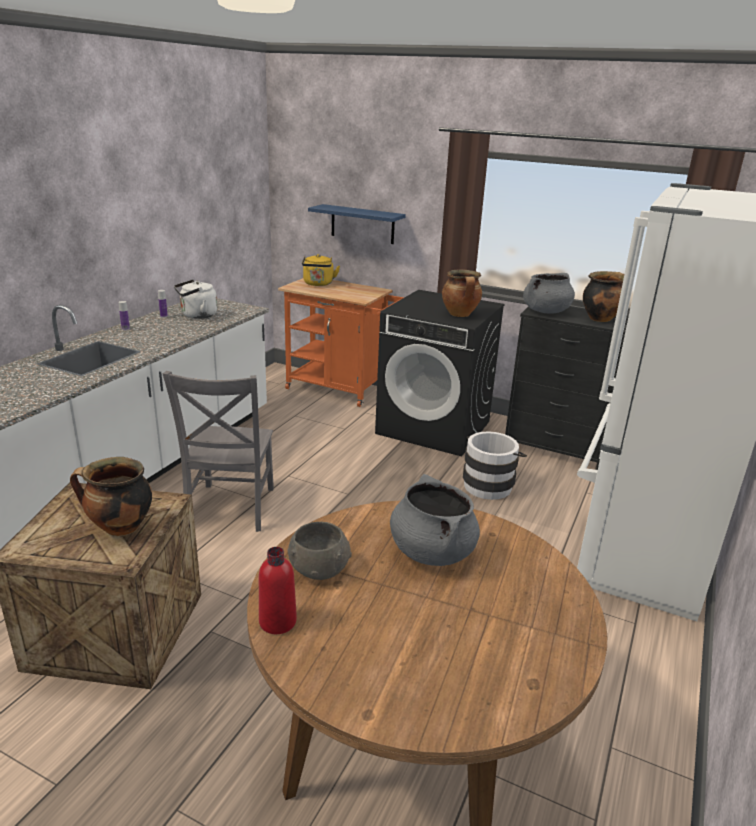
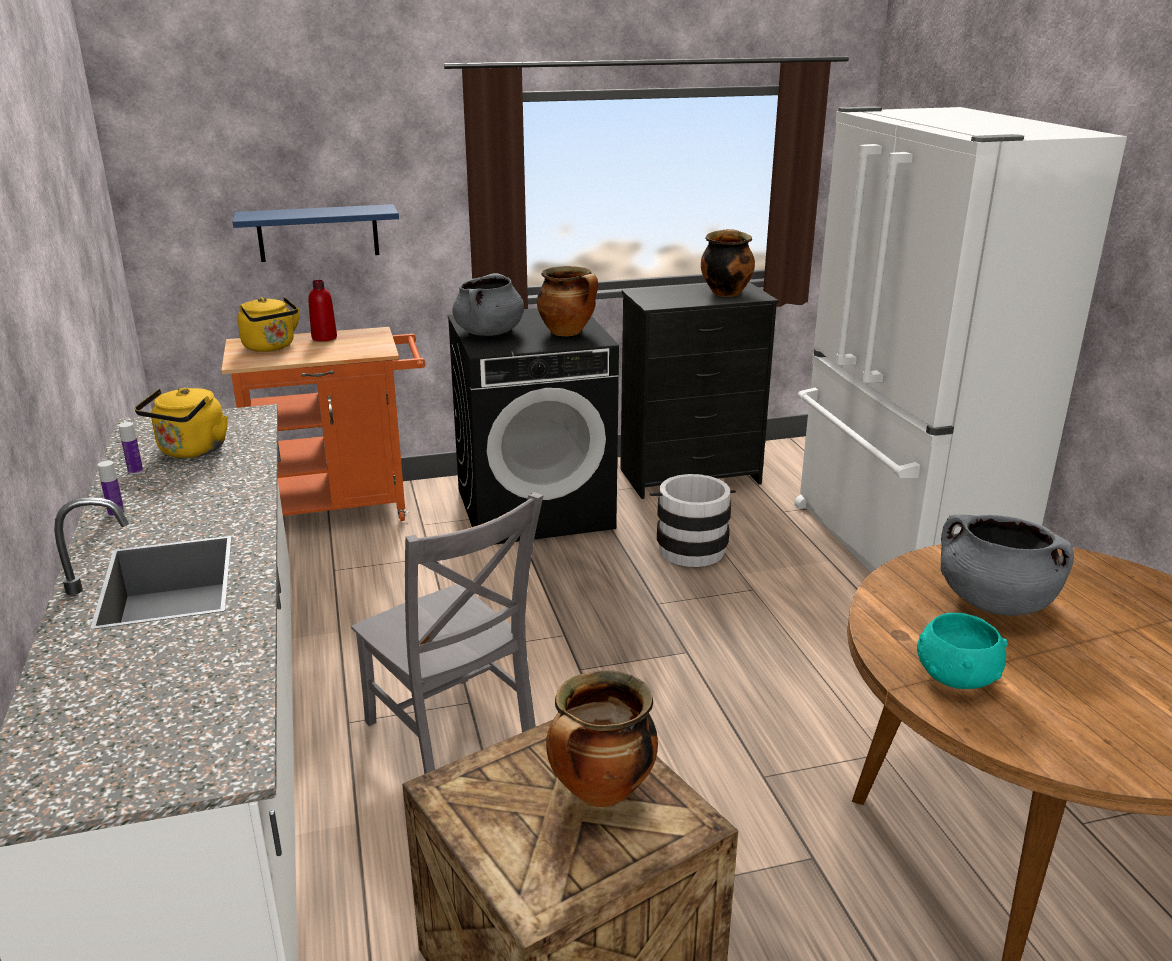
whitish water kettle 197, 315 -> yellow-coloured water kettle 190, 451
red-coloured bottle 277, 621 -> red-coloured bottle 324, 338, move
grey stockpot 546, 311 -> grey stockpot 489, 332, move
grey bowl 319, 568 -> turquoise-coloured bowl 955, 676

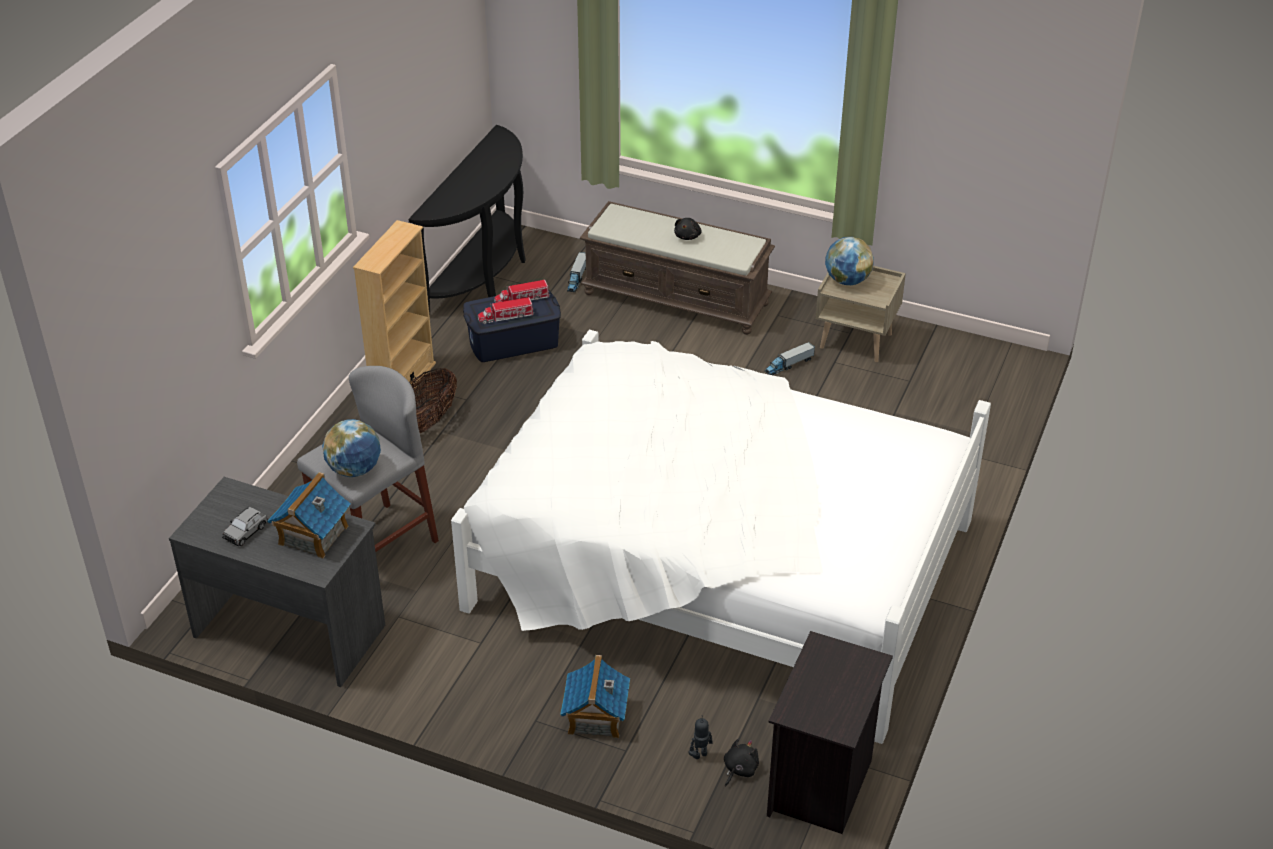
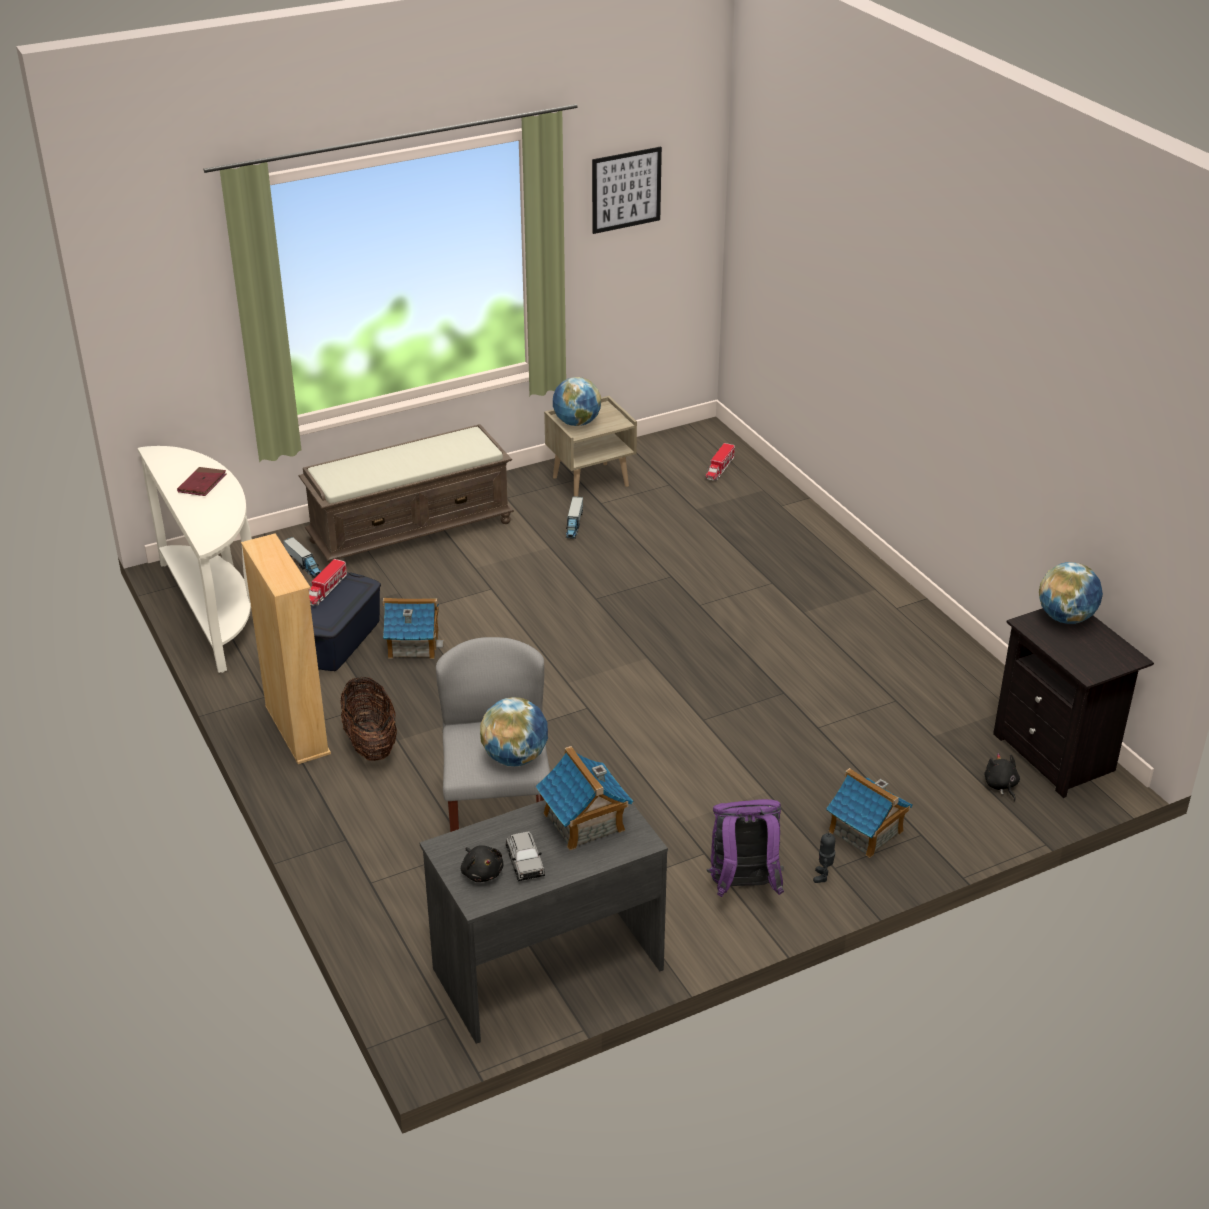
black narrow table 484, 275 -> whitish narrow table 216, 609
none -> red-coloured volume 202, 484
none -> miniature house 413, 644
black plush toy 688, 236 -> black plush toy 482, 872, move
none -> picture 626, 190
toy lorry 506, 317 -> toy lorry 719, 468, move
none -> purplish rucksack 743, 887
toy robot 700, 754 -> toy robot 823, 876, move
none -> globe 1066, 618
whitish bedroom bed 718, 565 -> none

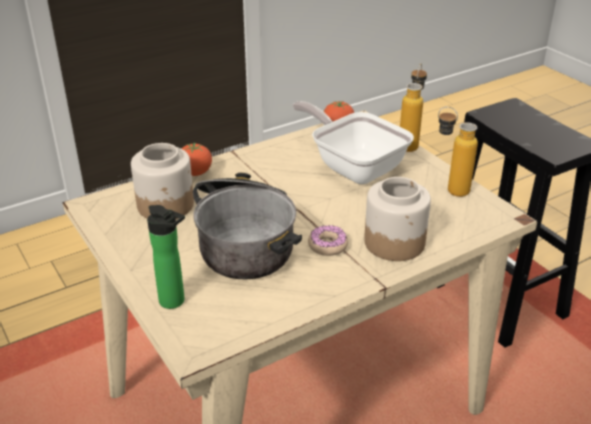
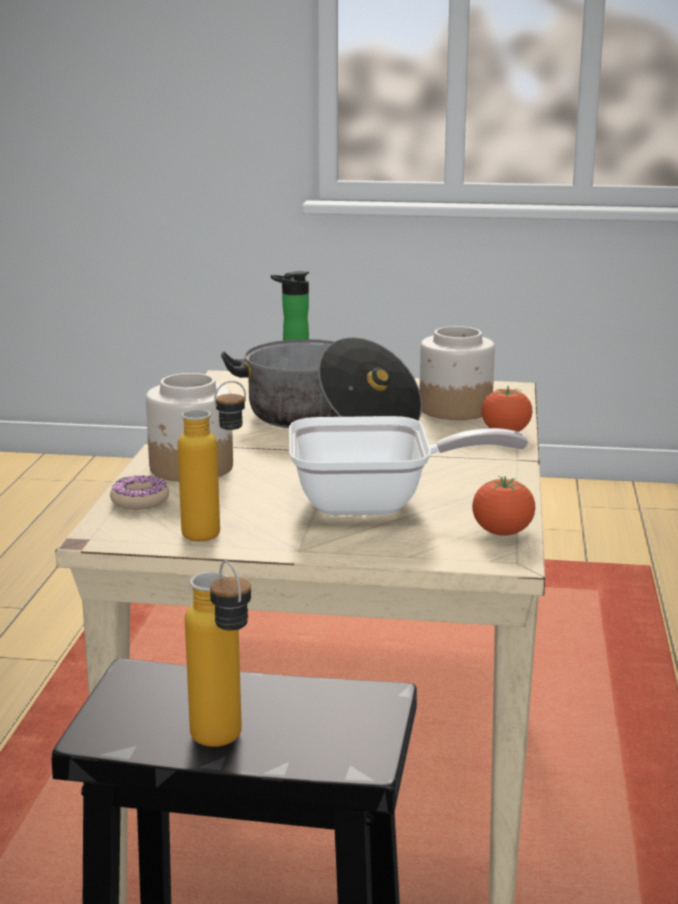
ring doughnut 327, 245 -> ring doughnut 140, 501, move
bottle 410, 143 -> bottle 225, 745, move

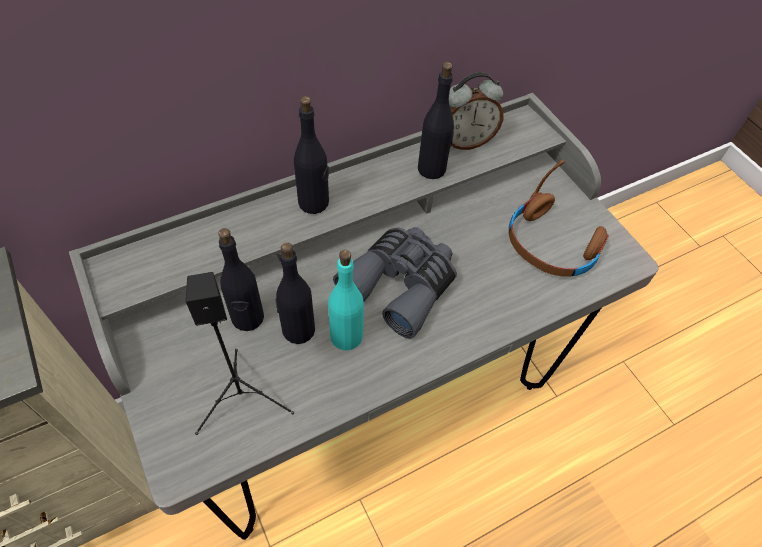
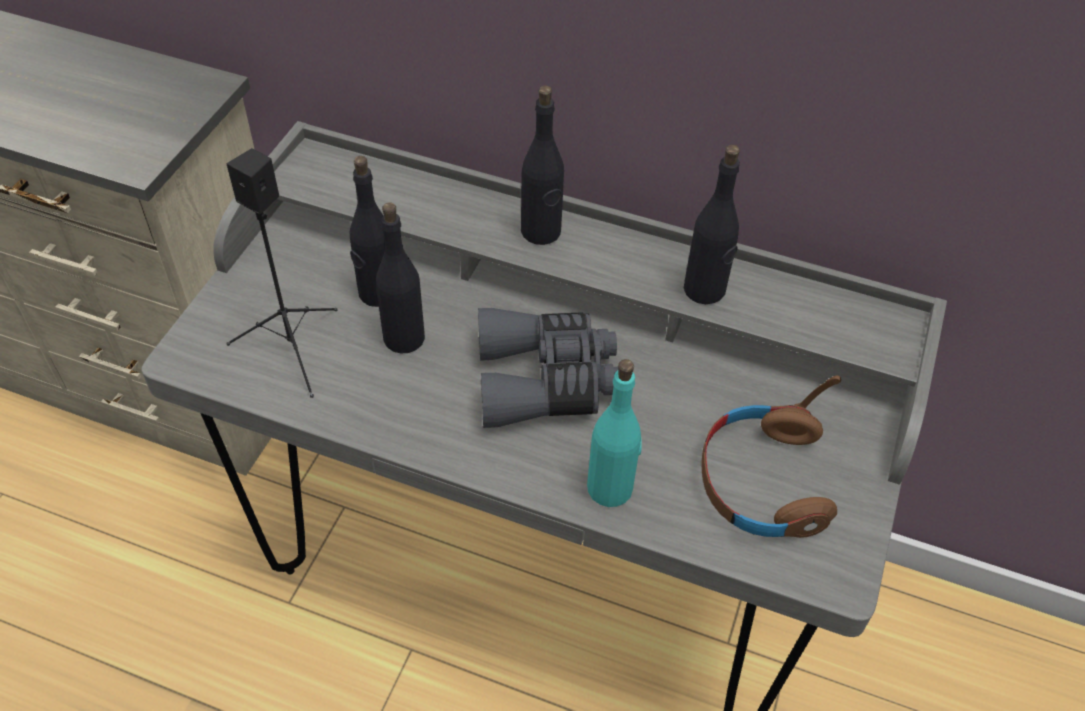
turquoise-coloured bottle 346, 336 -> turquoise-coloured bottle 610, 488, move
bedside clock 465, 141 -> none

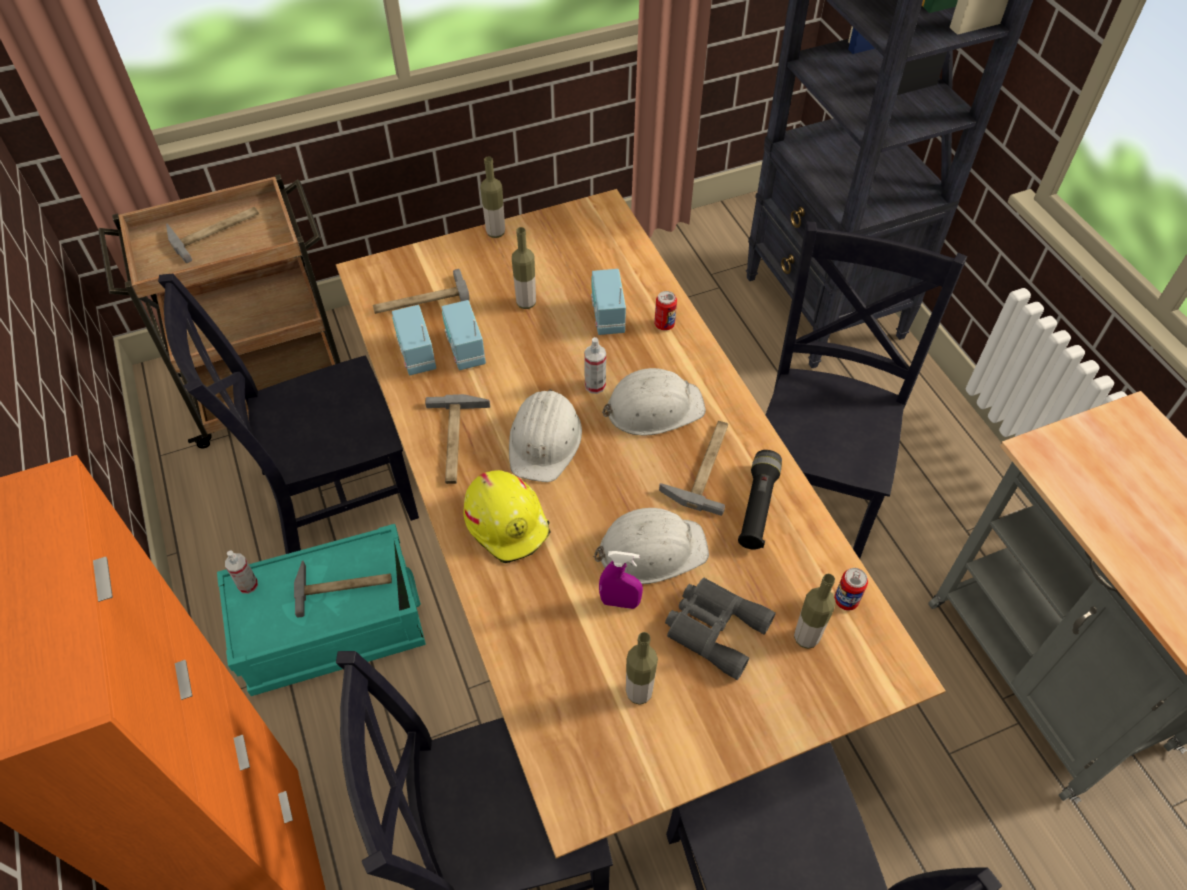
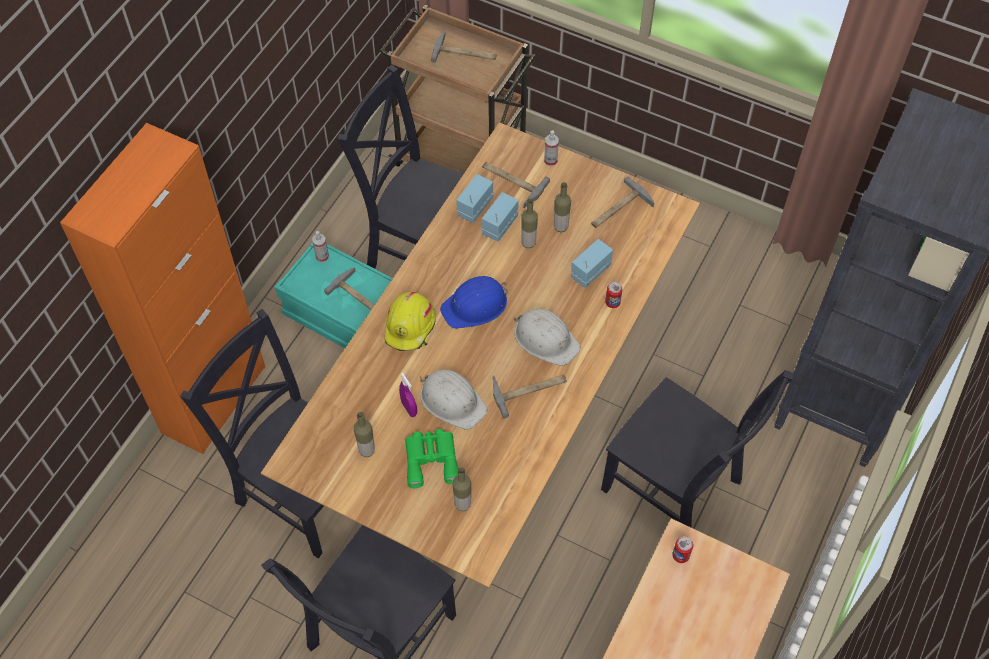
grey pair of binoculars 713, 627 -> greenish pair of binoculars 431, 459
whitish hard hat 545, 440 -> blue hard hat 475, 305
bottle 495, 233 -> bottle 528, 243, move
sprayer 595, 385 -> sprayer 550, 160, move
hammer 456, 441 -> hammer 618, 209, move
black upright chair 814, 485 -> black upright chair 676, 489, 60 degrees clockwise
sealed can 846, 600 -> sealed can 680, 555, move
black hand torch 757, 507 -> none

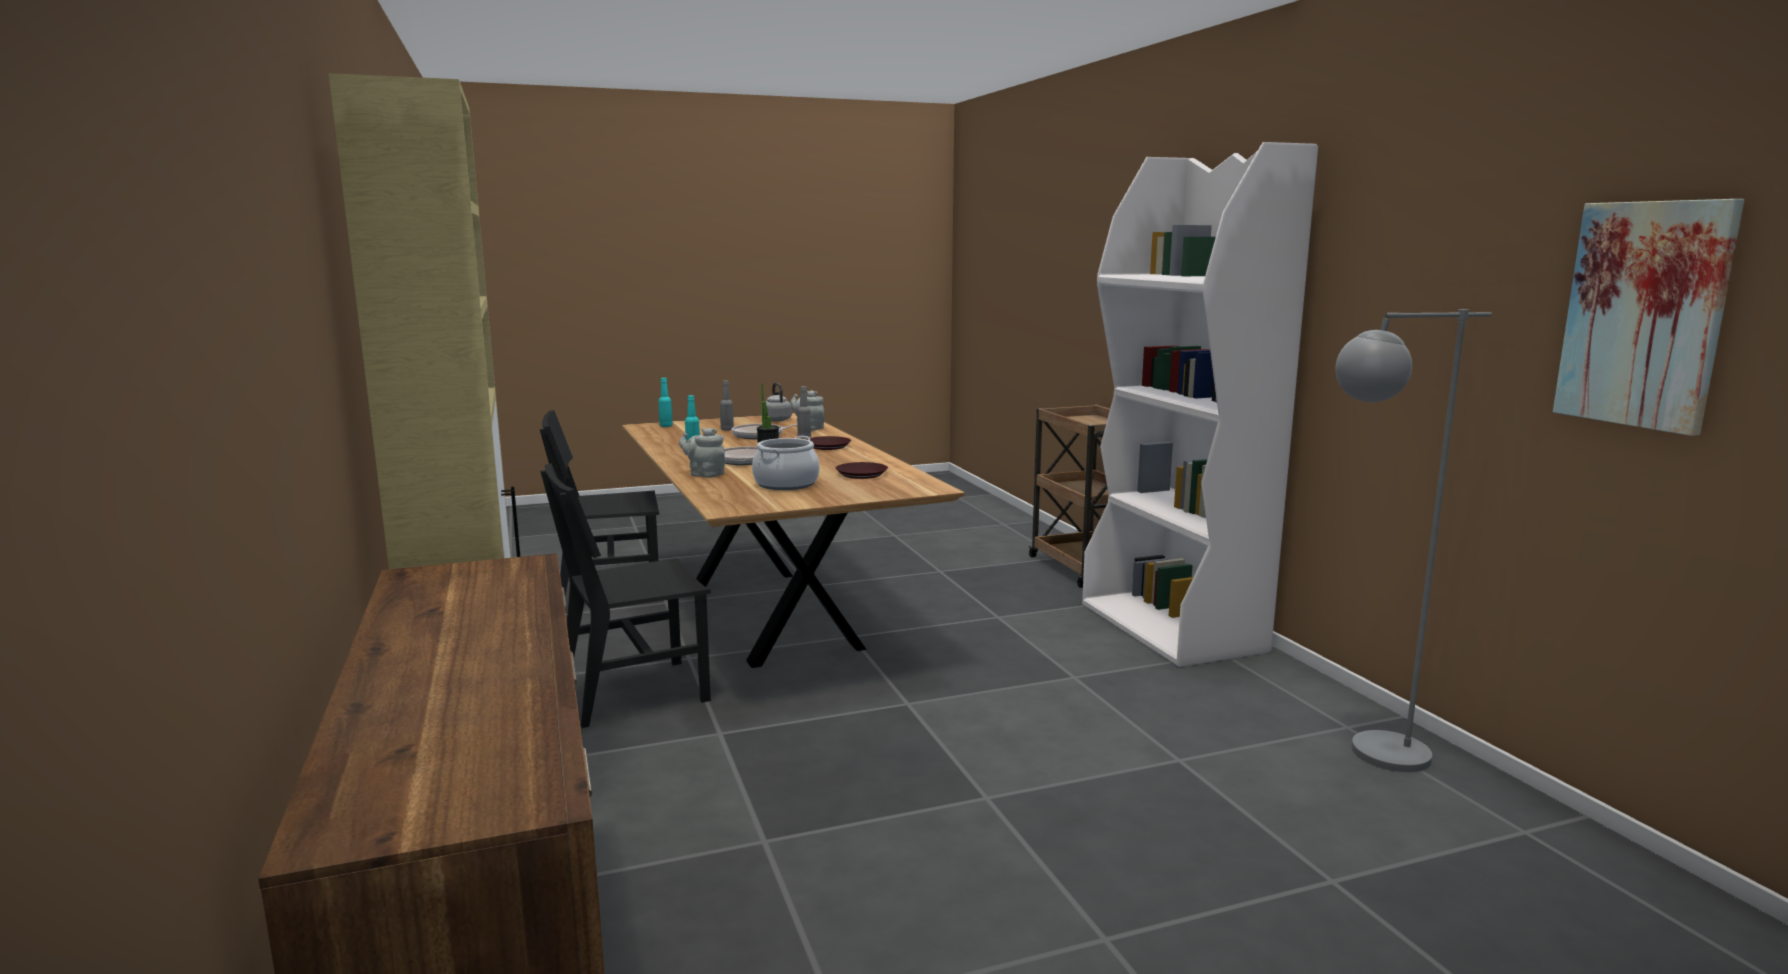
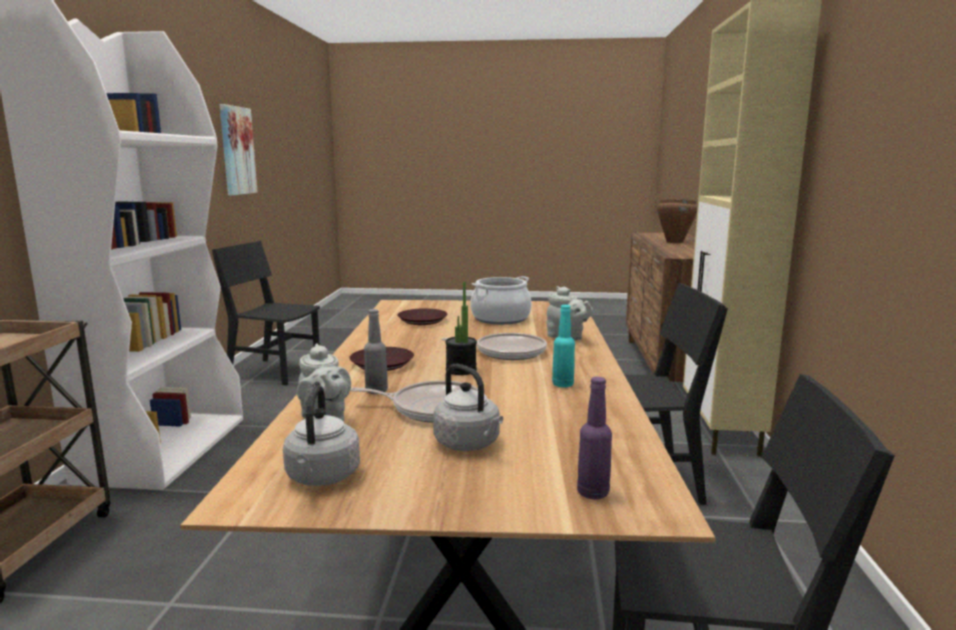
grey standard lamp 1366, 755 -> black upright chair 274, 372
grey bottle 727, 429 -> grey water kettle 469, 444
turquoise-coloured bottle 666, 426 -> purplish bottle 593, 493
none -> brown stockpot 674, 242

